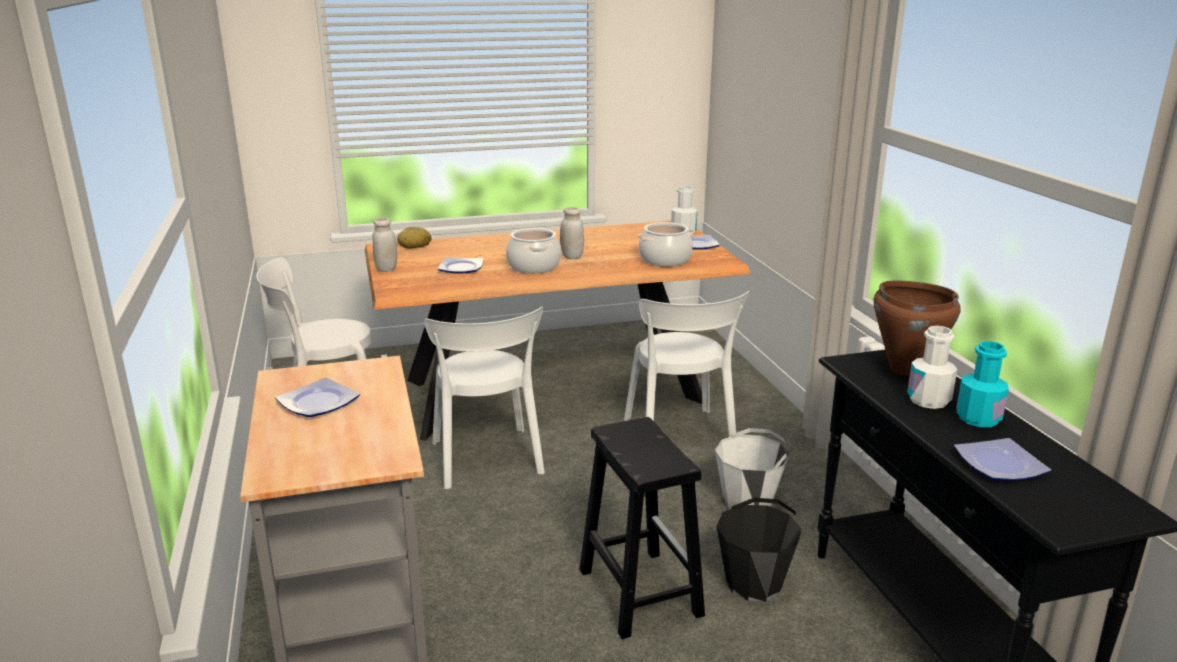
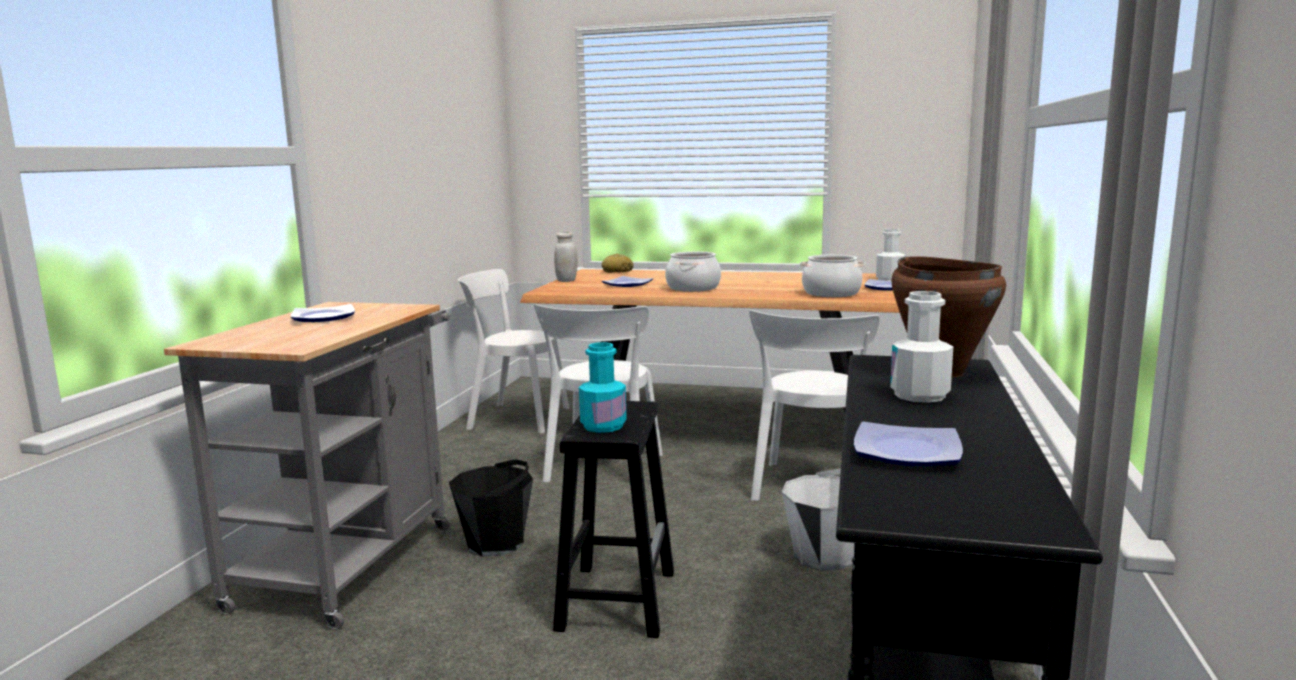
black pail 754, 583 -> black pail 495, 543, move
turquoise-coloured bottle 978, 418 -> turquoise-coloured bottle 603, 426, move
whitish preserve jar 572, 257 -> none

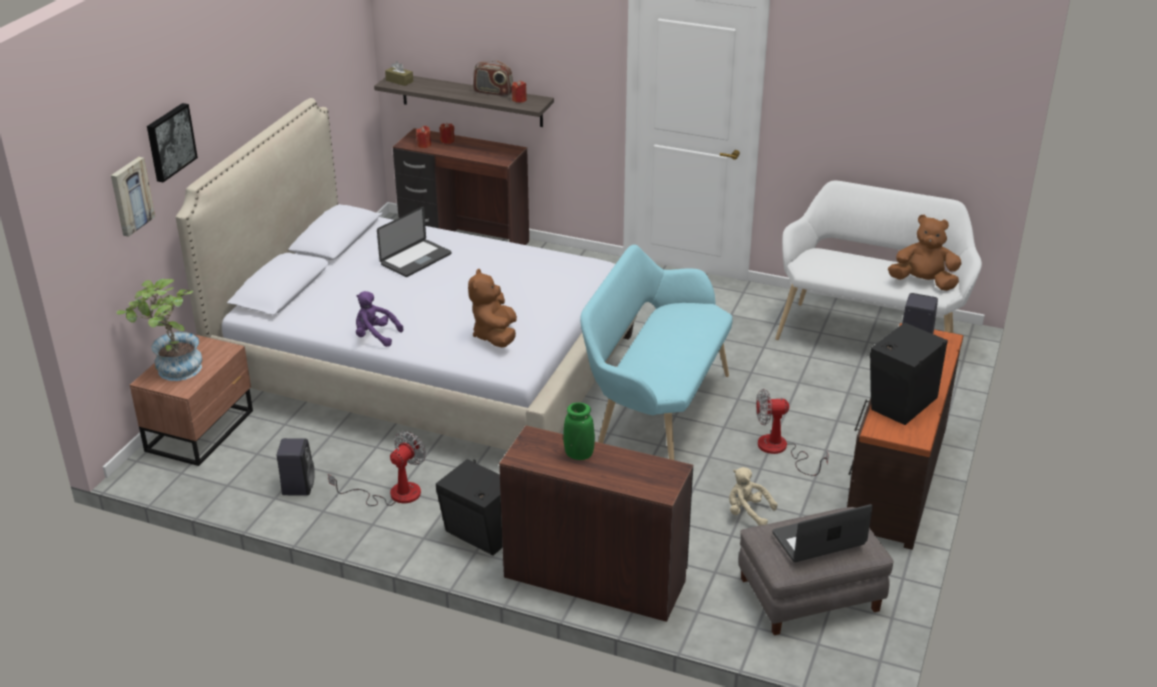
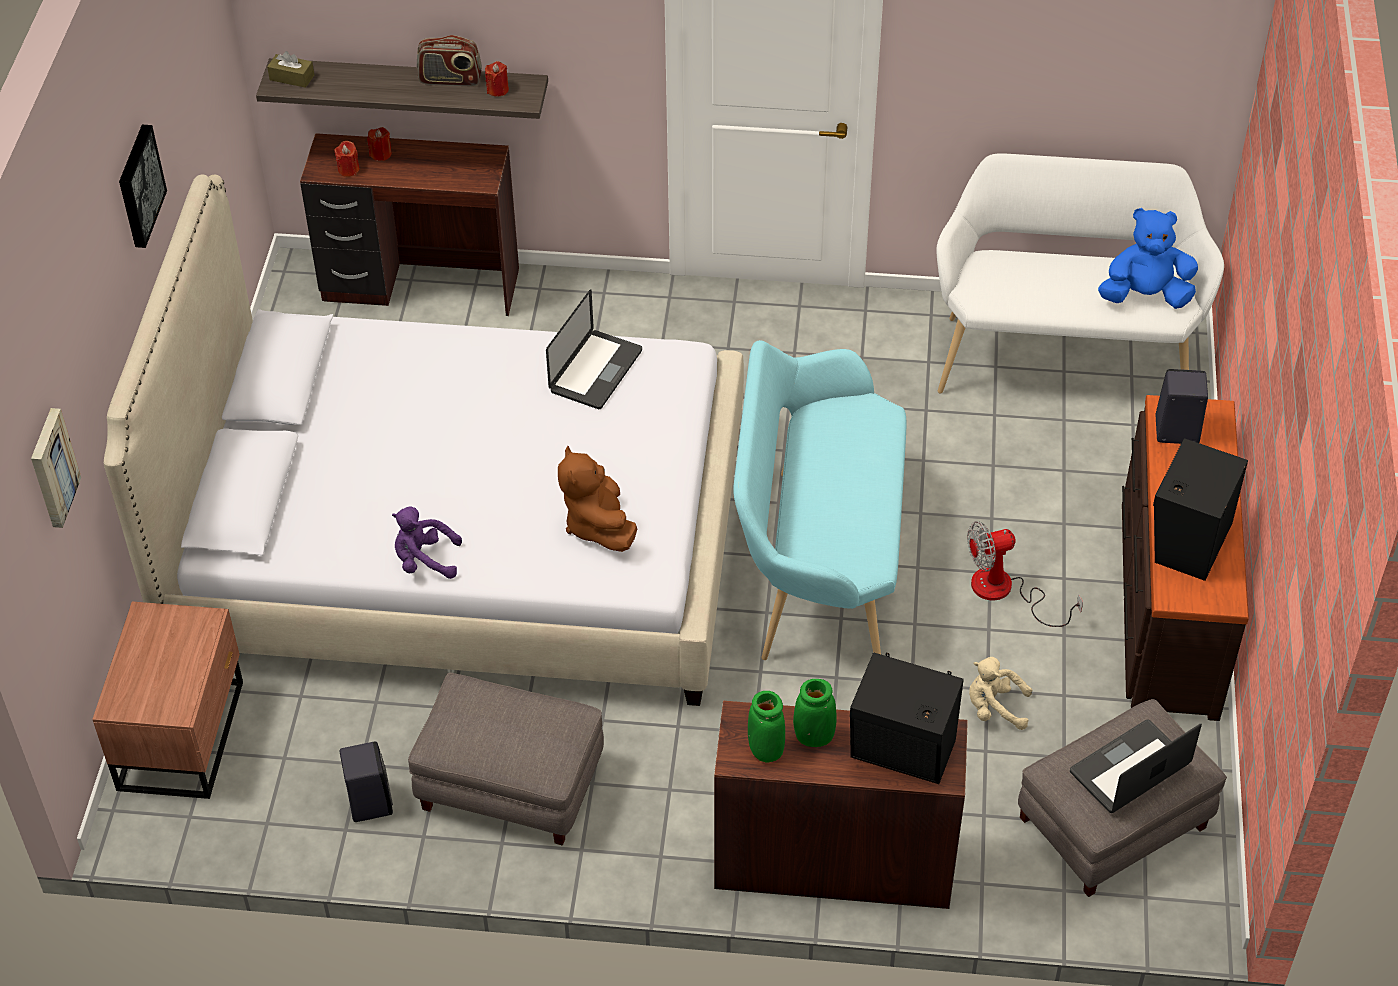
picture 169, 142 -> picture 138, 185, move
fan 393, 494 -> grey ottoman 509, 785
laptop 416, 259 -> laptop 596, 371, move
none -> greenish flower vase 766, 749
black loudspeaker 480, 535 -> black loudspeaker 903, 753, move
brown plush toy 923, 282 -> blue plush toy 1145, 296
houseplant 173, 371 -> none

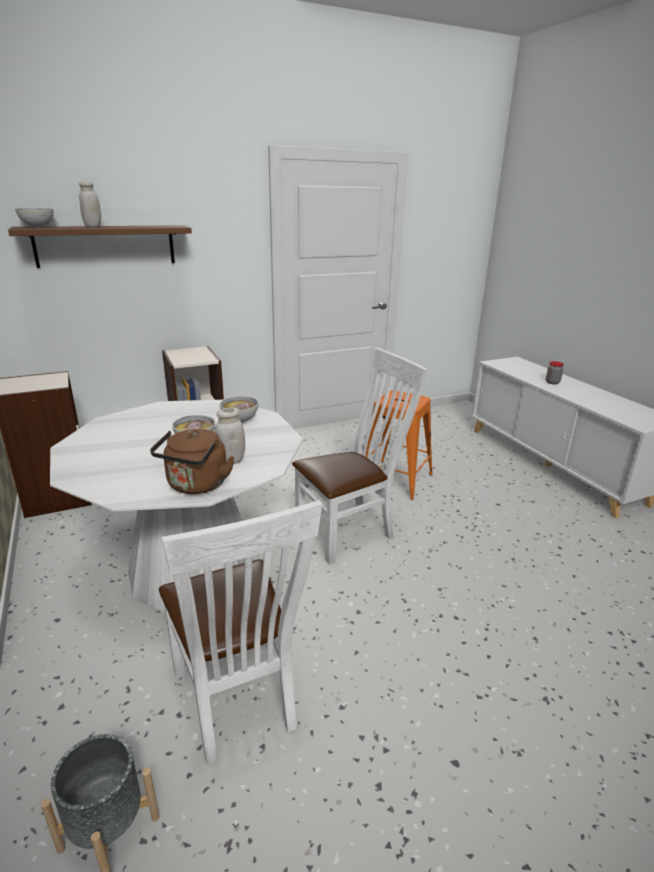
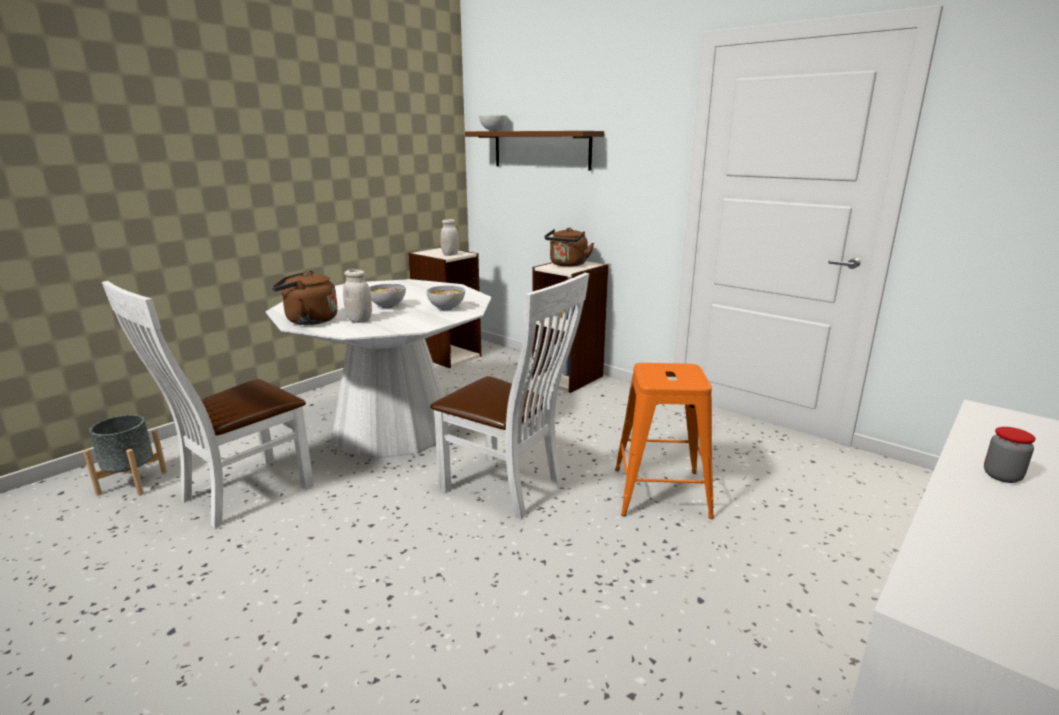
whitish preserve jar 93, 226 -> whitish preserve jar 450, 255, move
none -> brown water kettle 567, 265

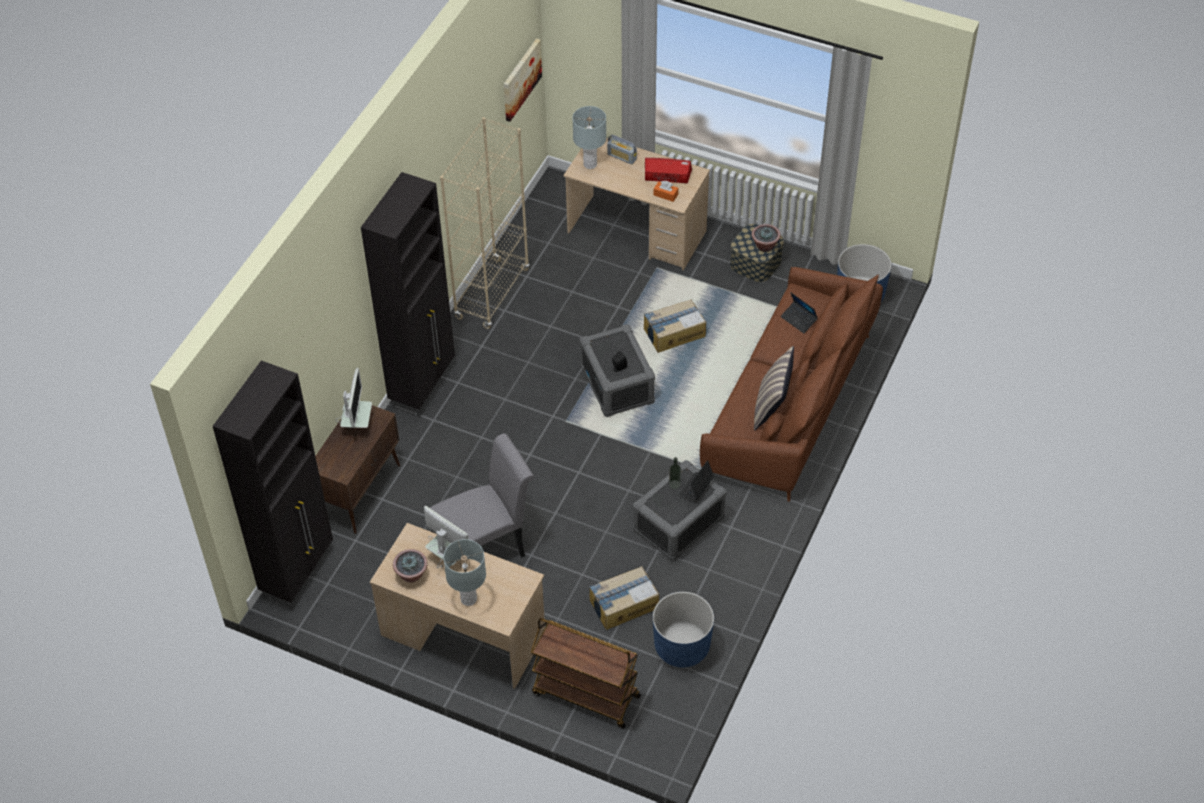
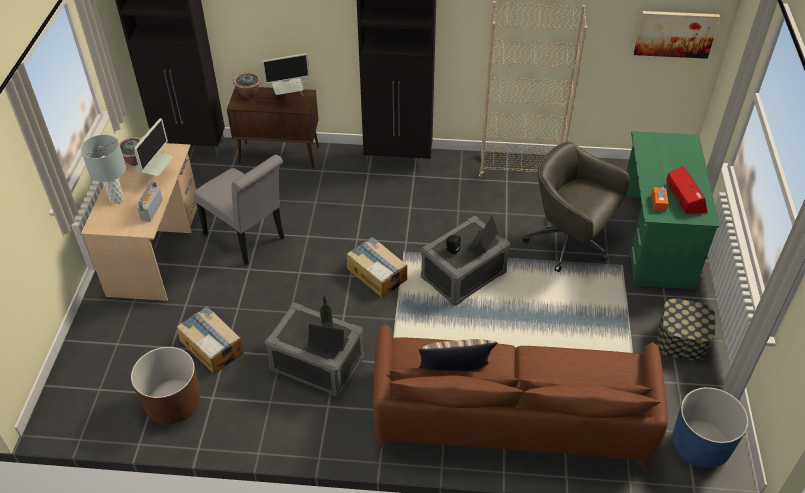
blue flower pot 682, 646 -> brown flower pot 173, 403
radio set 622, 157 -> radio set 152, 210, move
houseplant 764, 246 -> houseplant 249, 93, move
packing box 674, 333 -> packing box 377, 274, move
laptop 799, 320 -> laptop 482, 244, move
none -> grey office chair 569, 243
sand-coloured desk table 637, 232 -> greenish desk table 655, 240
brown trolley 585, 695 -> none
grey tabletop lamp 590, 164 -> none

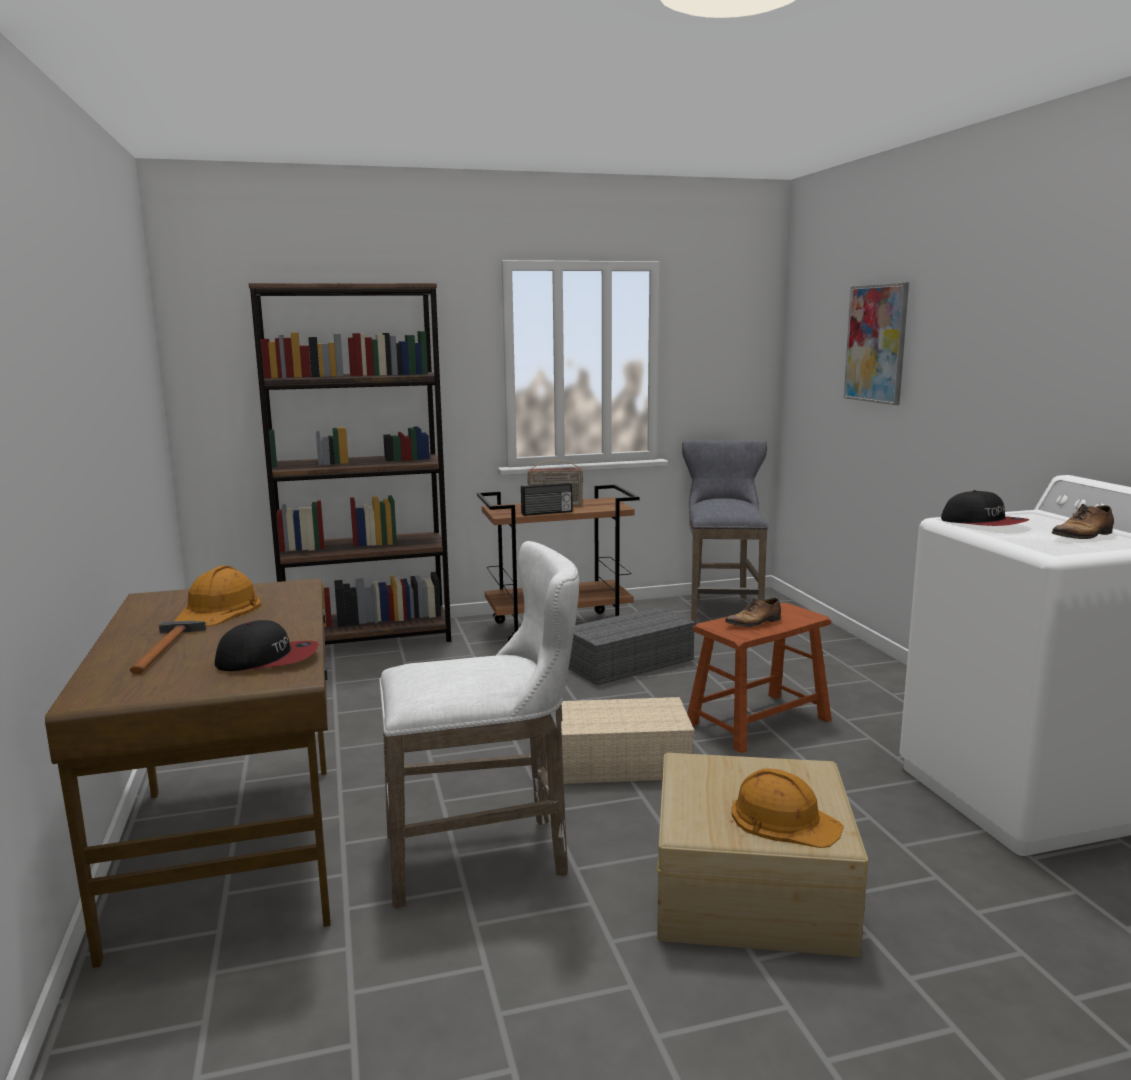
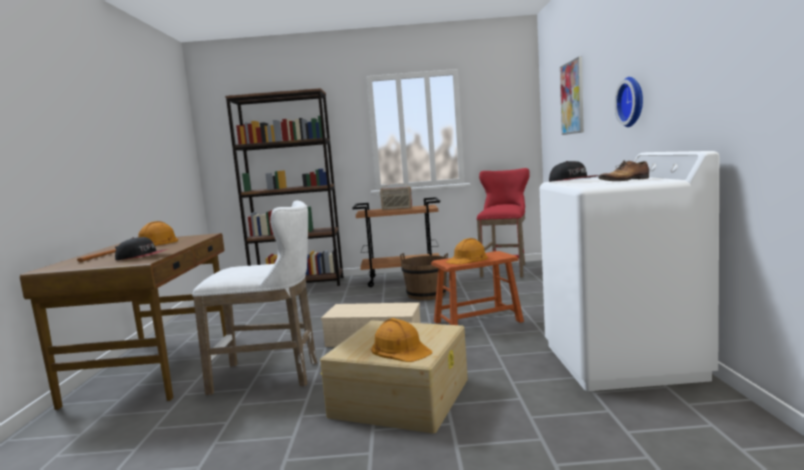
grey storage box 628, 663 -> brown pail 426, 295
low shoe 754, 623 -> orange-coloured hard hat 467, 259
grey stool 722, 608 -> red-coloured stool 505, 270
none -> clock on the wall 633, 101
radio set 547, 513 -> none

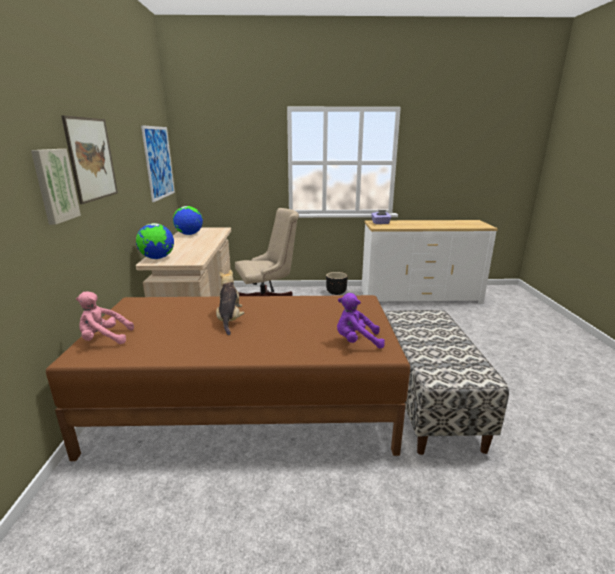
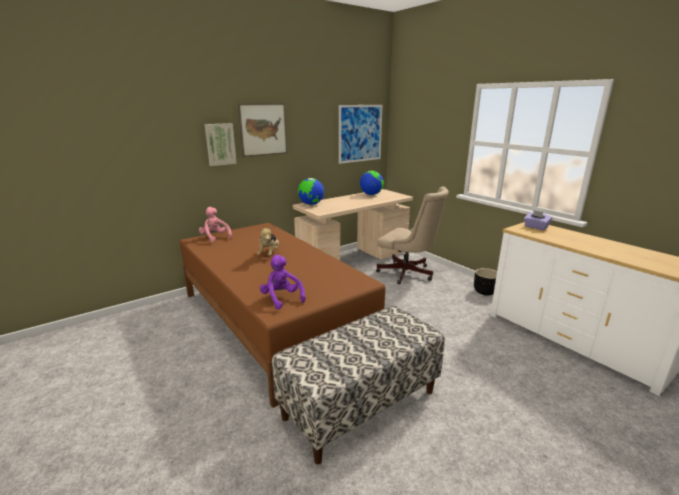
plush toy 230, 320 -> plush toy 269, 254, 135 degrees clockwise

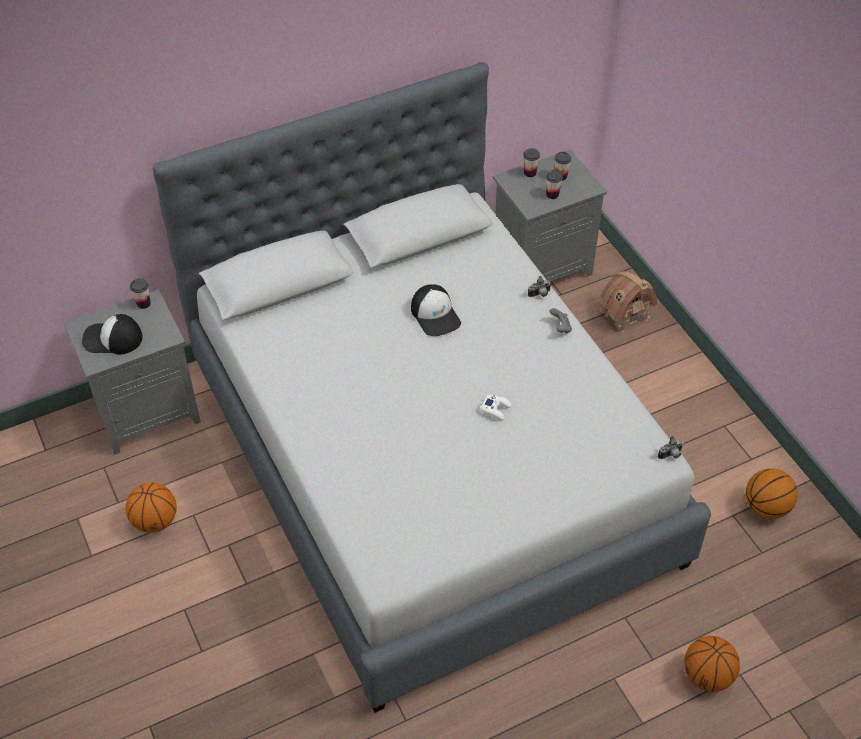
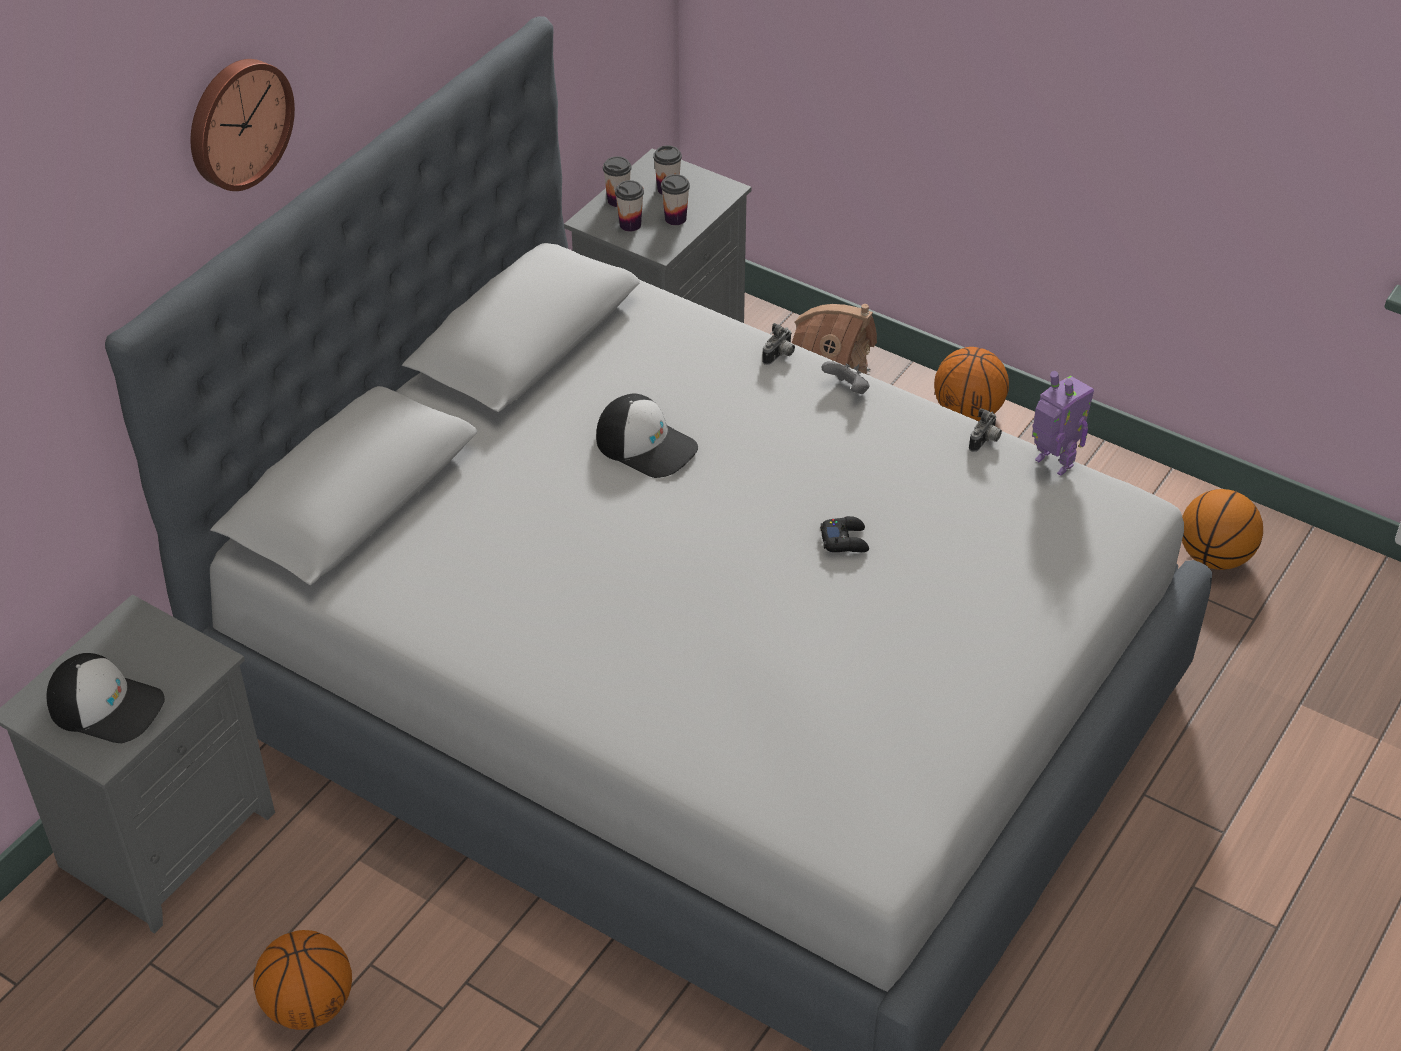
cap 112, 339 -> cap 107, 705, 135 degrees counterclockwise
none -> clock on the wall 237, 122
small cup 143, 303 -> small cup 630, 225, move
whitish joypad 496, 409 -> black joypad 845, 540
ball for basketball 707, 676 -> ball for basketball 967, 412, move
still camera 671, 455 -> still camera 985, 441, move
none -> toy robot 1052, 464

